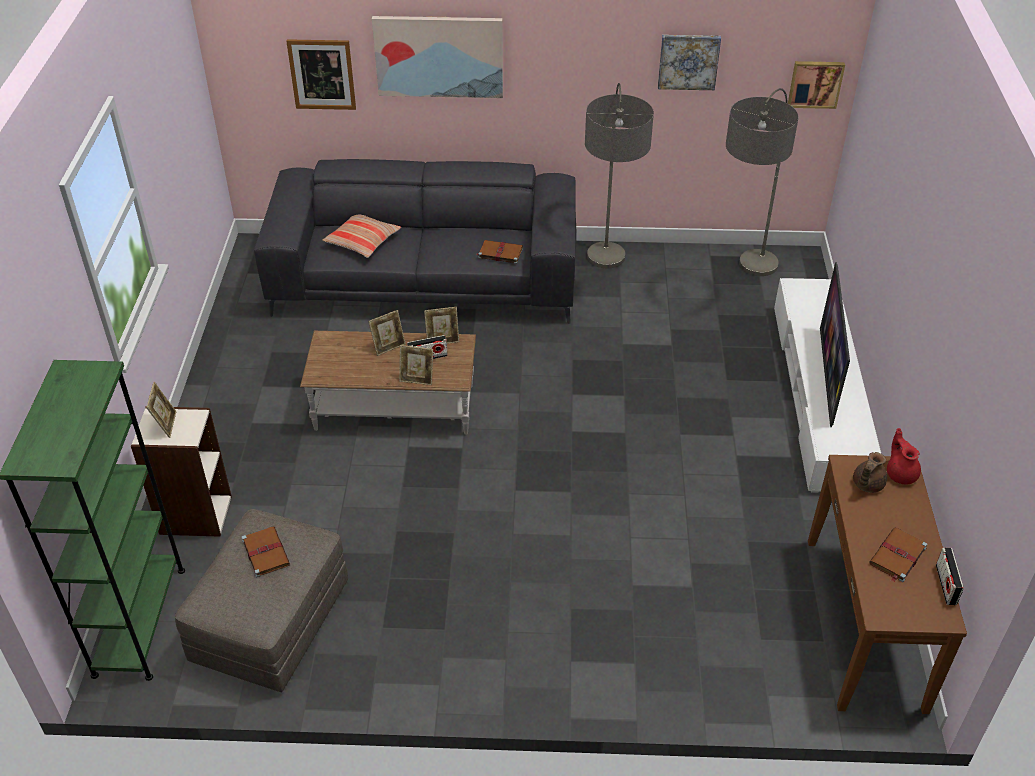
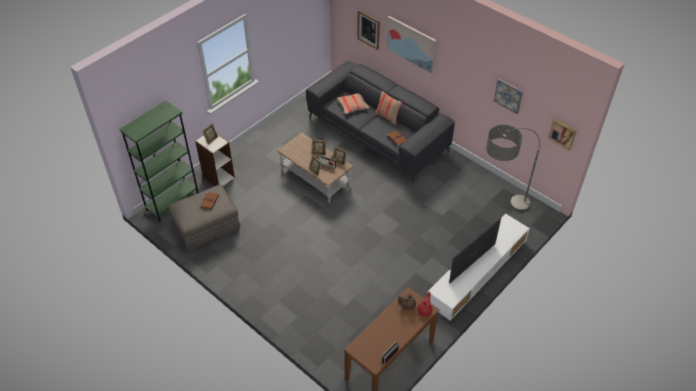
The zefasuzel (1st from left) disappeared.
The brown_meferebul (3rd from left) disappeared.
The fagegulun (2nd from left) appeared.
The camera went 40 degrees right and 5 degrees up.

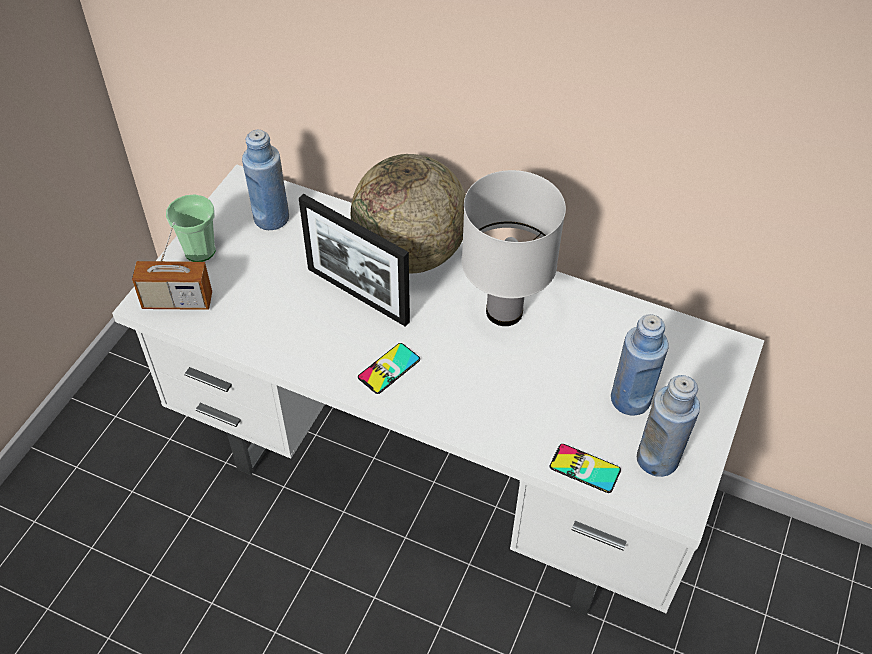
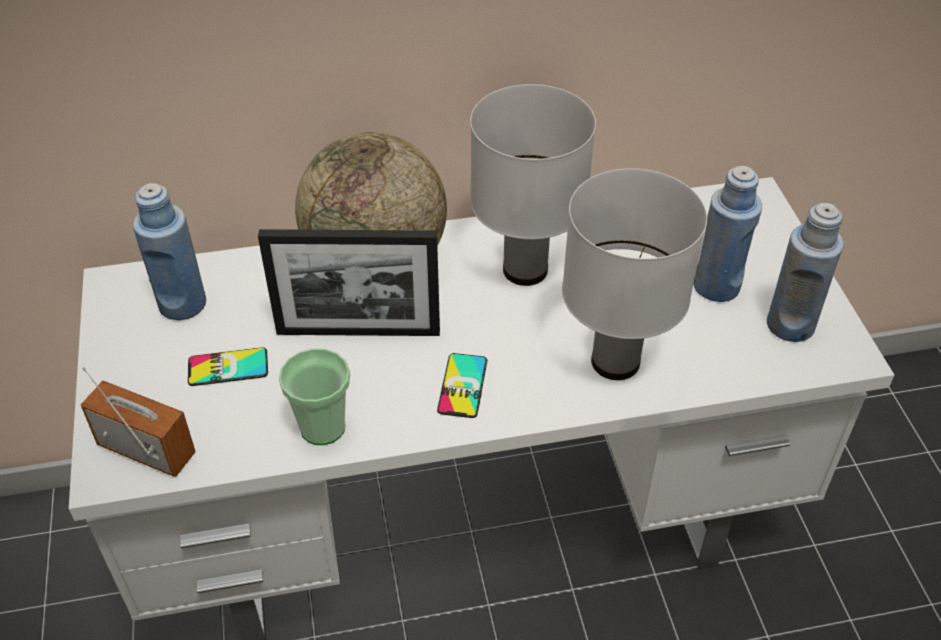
The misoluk turned 120 degrees counterclockwise.
The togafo moved.
The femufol (2nd from left in the first image) moved.
The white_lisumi (2nd from left) appeared.
The camera went 35 degrees left and 5 degrees down.

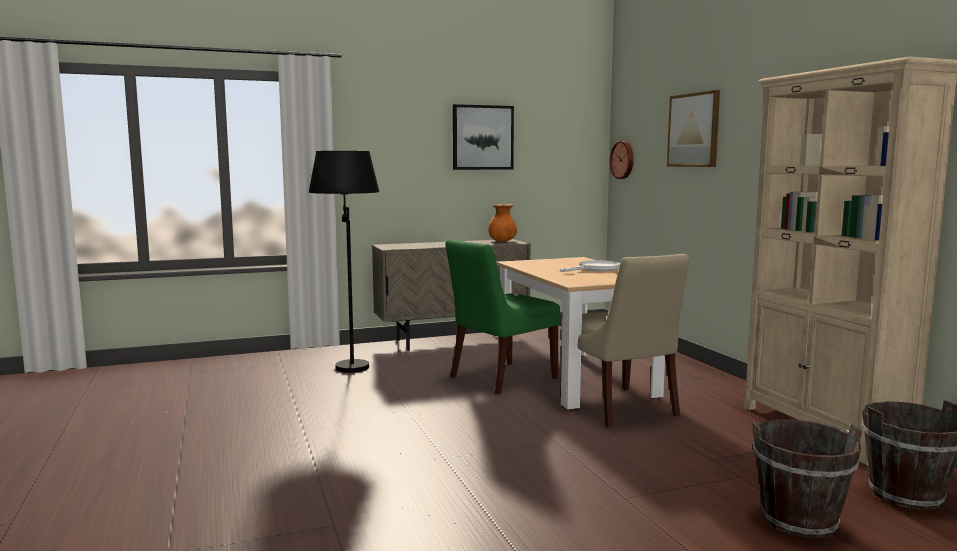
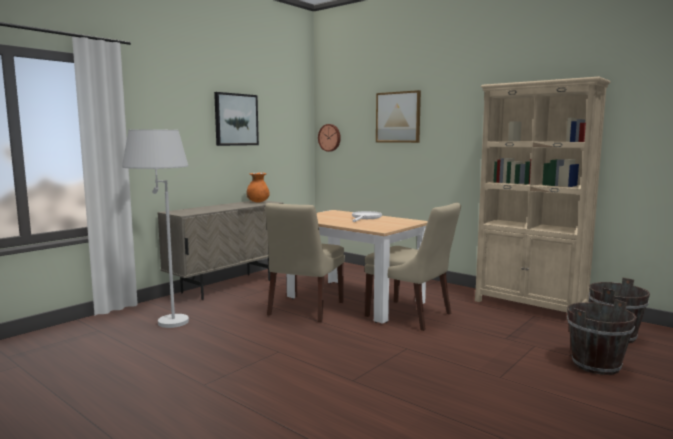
The black_zefasuzel became the white_zefasuzel.
The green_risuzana became the beige_risuzana (1st from left).
The camera went 30 degrees left and 0 degrees up.

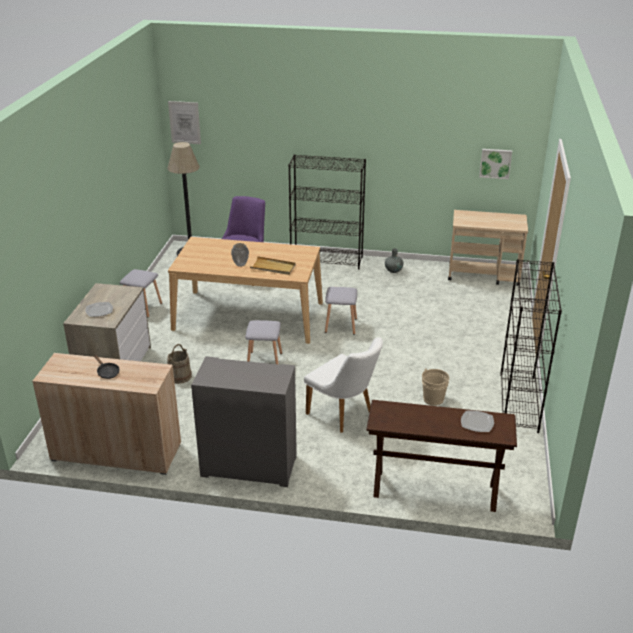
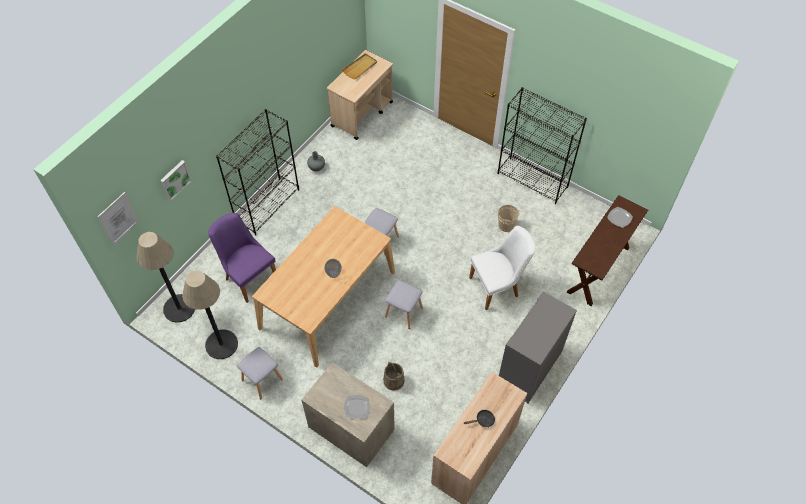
The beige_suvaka moved.
The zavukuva (2nd from left) moved.
The zefasuzel (2nd from left) appeared.
The camera went 65 degrees left and 25 degrees up.

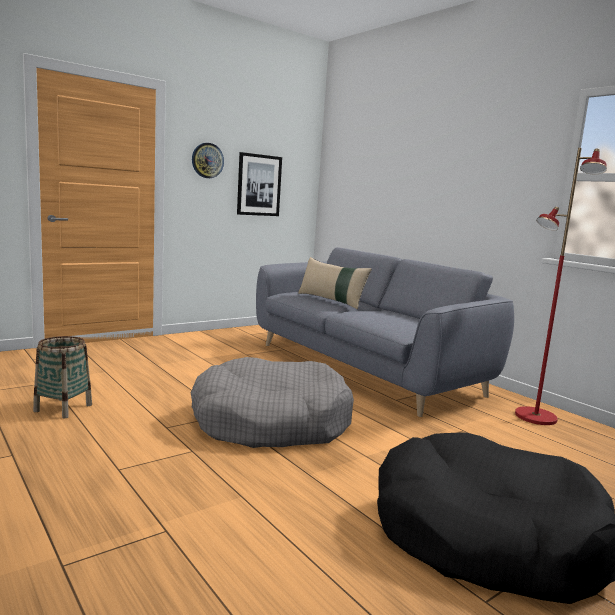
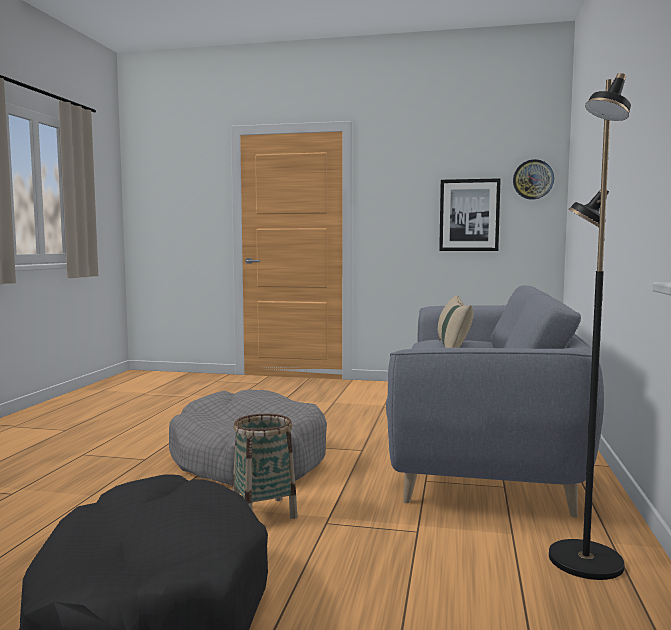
The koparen moved.
The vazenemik moved.
The red_zefasuzel became the black_zefasuzel.
The camera went 50 degrees right and 5 degrees down.

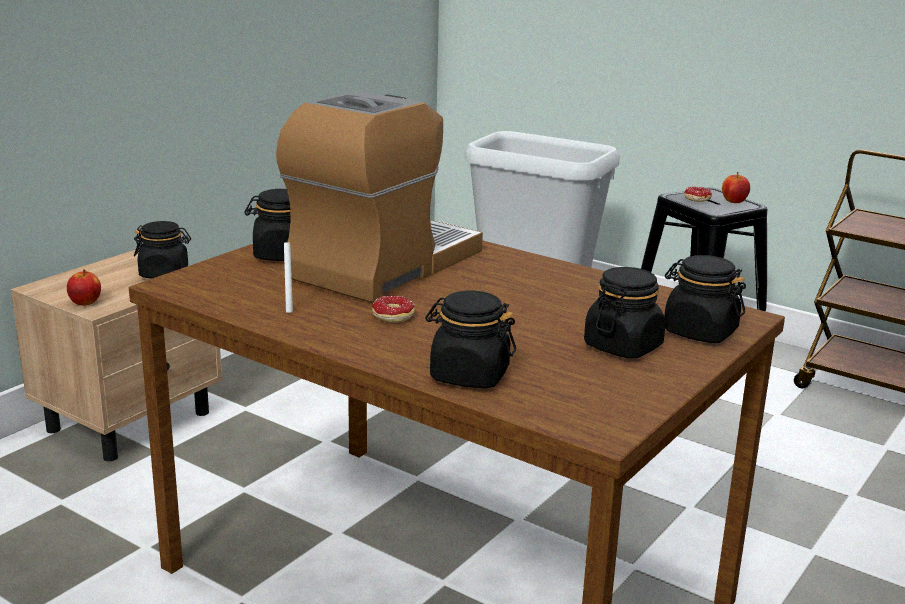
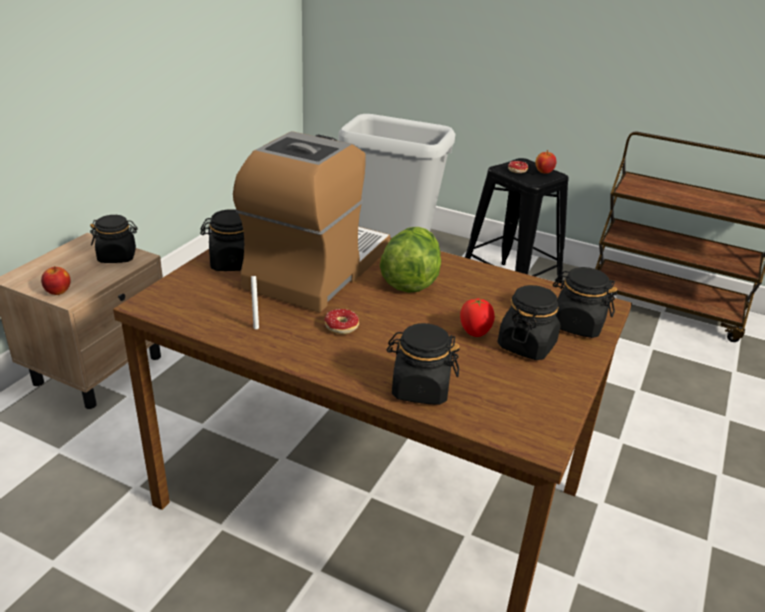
The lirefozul appeared.
The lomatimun appeared.
The camera went 10 degrees left and 10 degrees up.

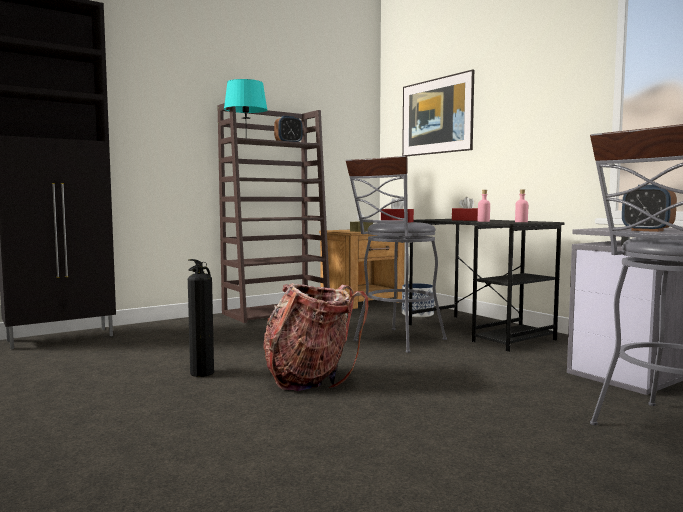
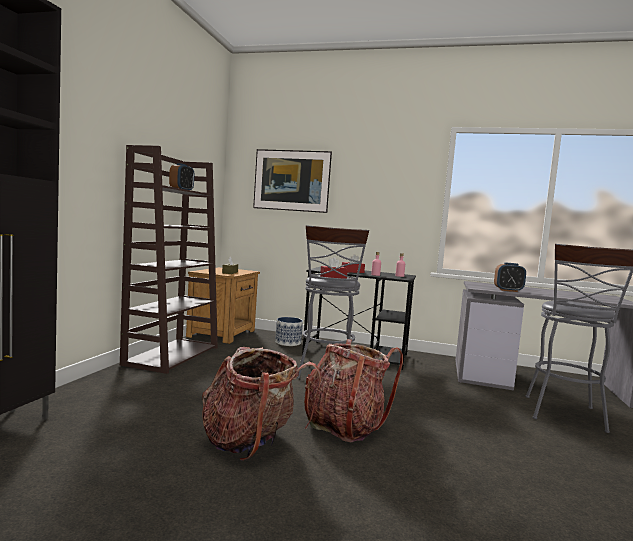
The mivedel was replaced by the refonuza (1st from left).
The turquoise_lisumi disappeared.
The camera went 40 degrees left and 0 degrees up.

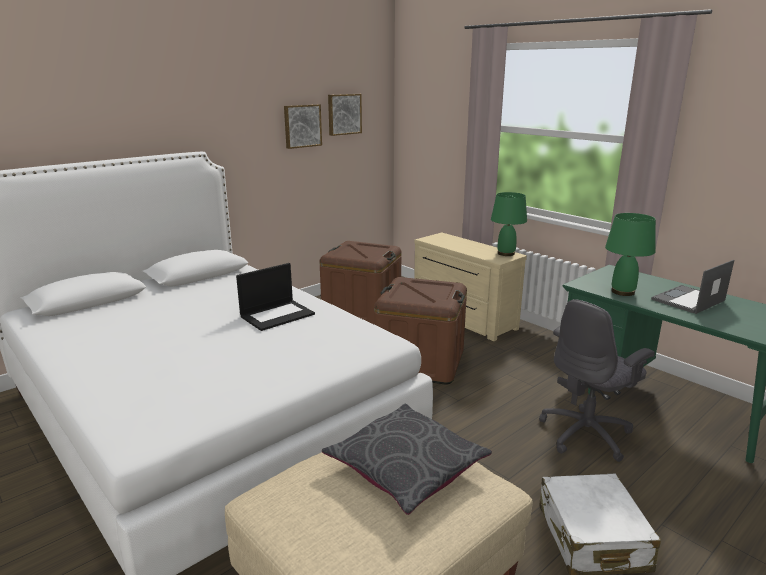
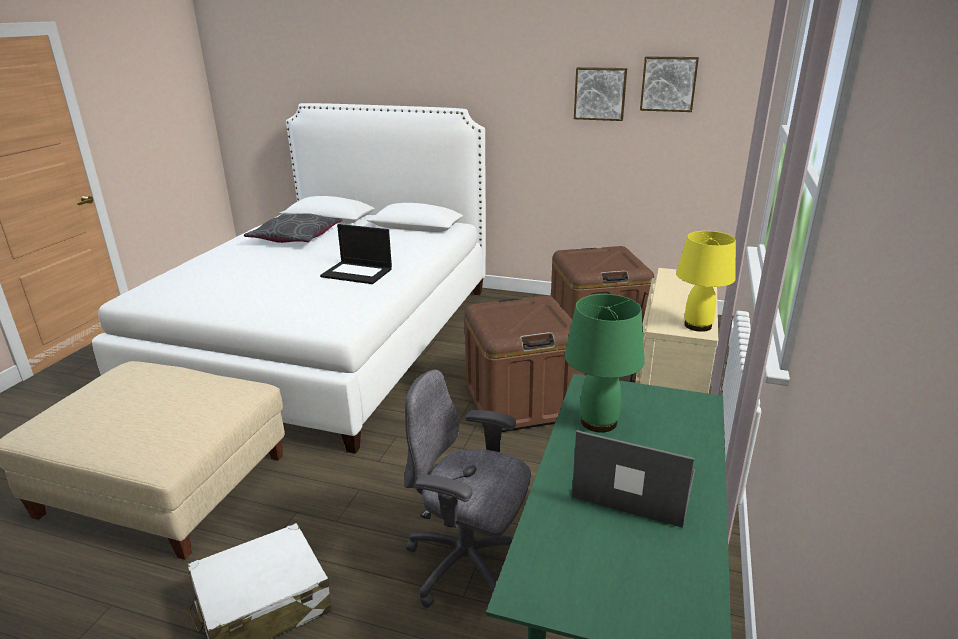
The grey_fagegulun moved.
The green_lisumi (1st from left) became the yellow_lisumi.
The camera went 60 degrees right and 5 degrees up.

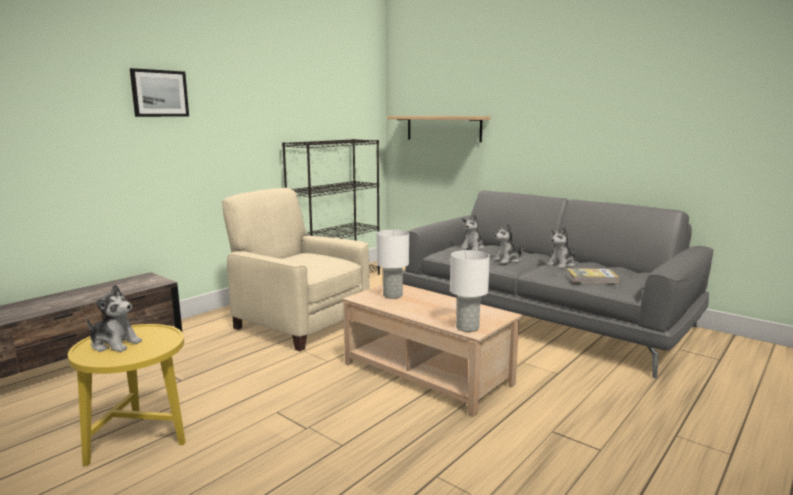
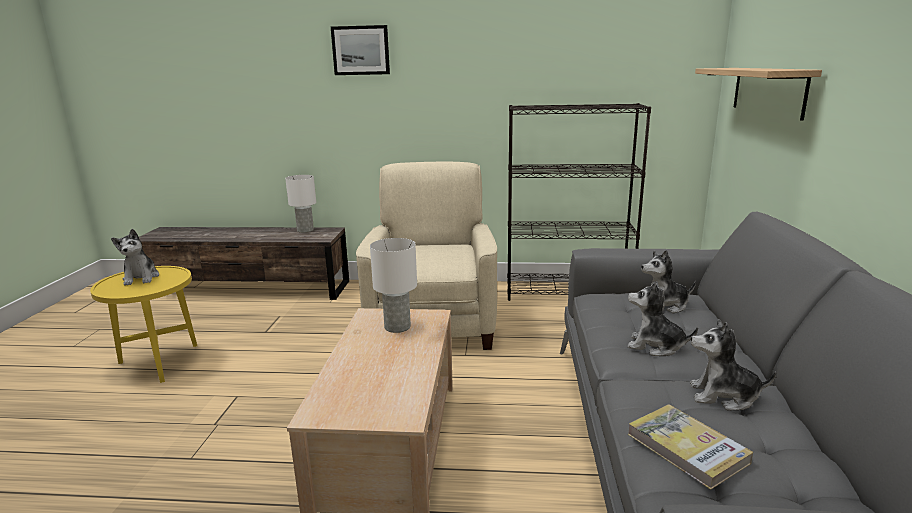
The white_lisumi (2nd from left in the first image) moved.
The camera went 55 degrees right and 5 degrees up.

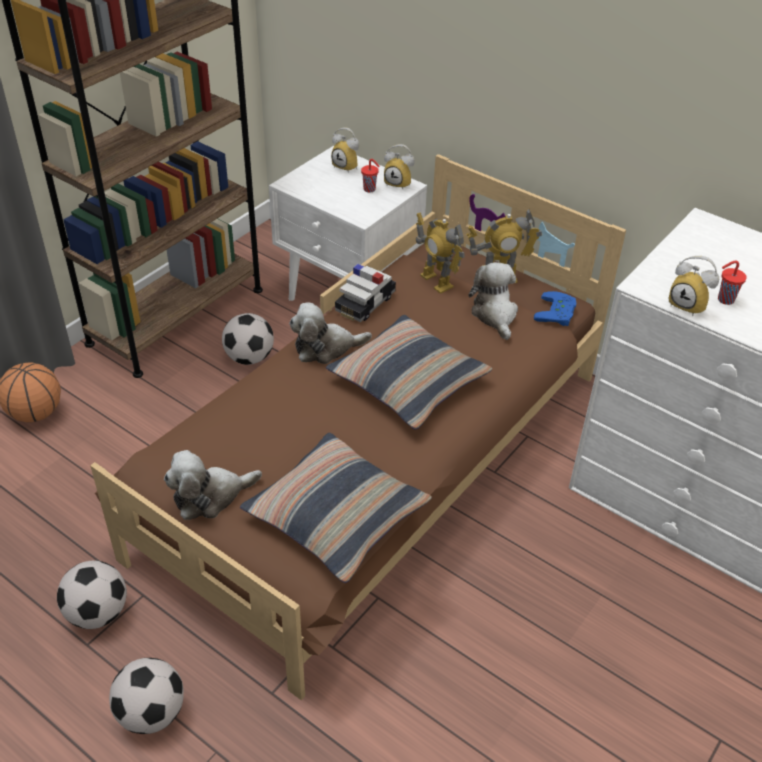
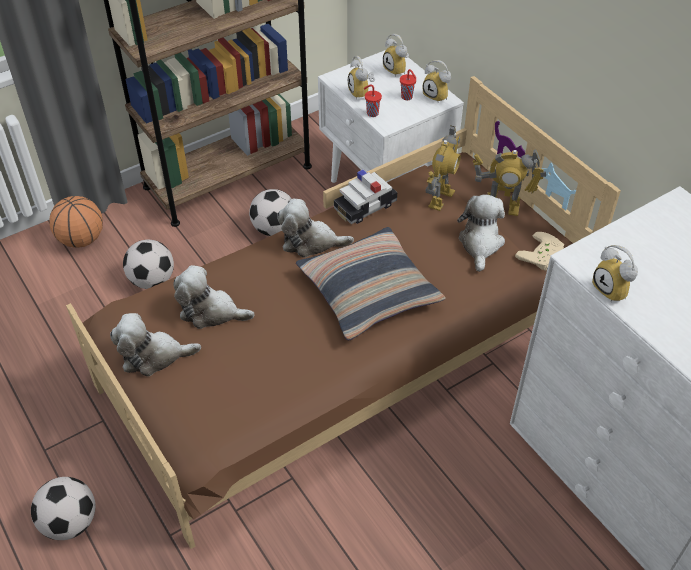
The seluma (1st from left in the first image) moved.
The fagegulun (1st from left) disappeared.
The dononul (1st from left) turned 135 degrees counterclockwise.
The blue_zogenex became the beige_zogenex.
The red_togafo (2nd from left in the first image) moved.
The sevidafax (2nd from left) appeared.
The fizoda (1st from left) appeared.
The camera went 20 degrees right and 5 degrees up.

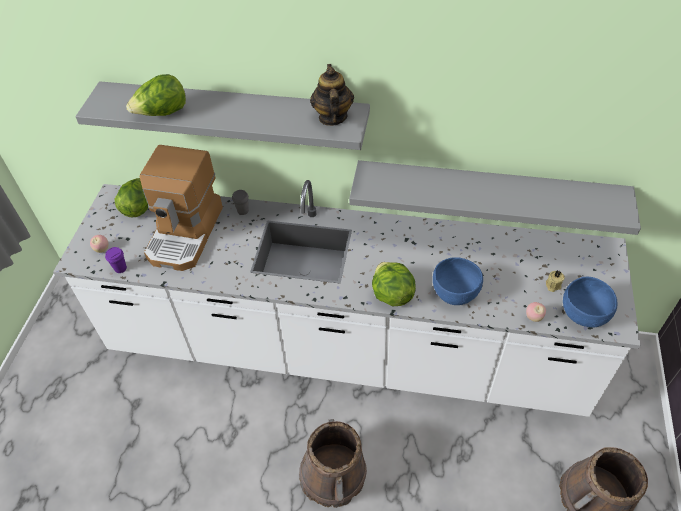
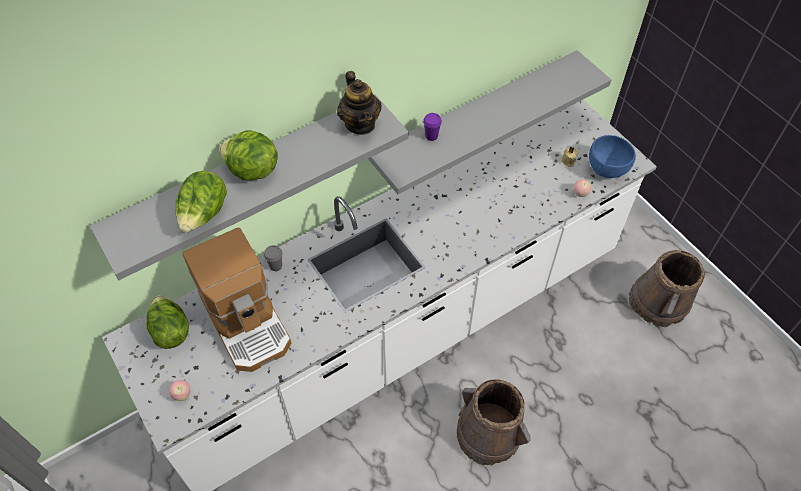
The purple_togafo moved.
The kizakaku turned 150 degrees counterclockwise.
The lirefozul (3rd from left) moved.
The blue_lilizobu (1st from left) disappeared.
The camera went 45 degrees left and 5 degrees up.

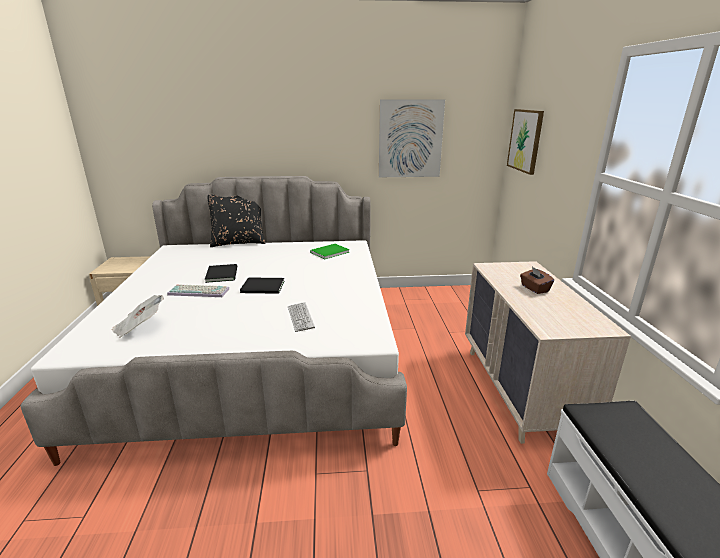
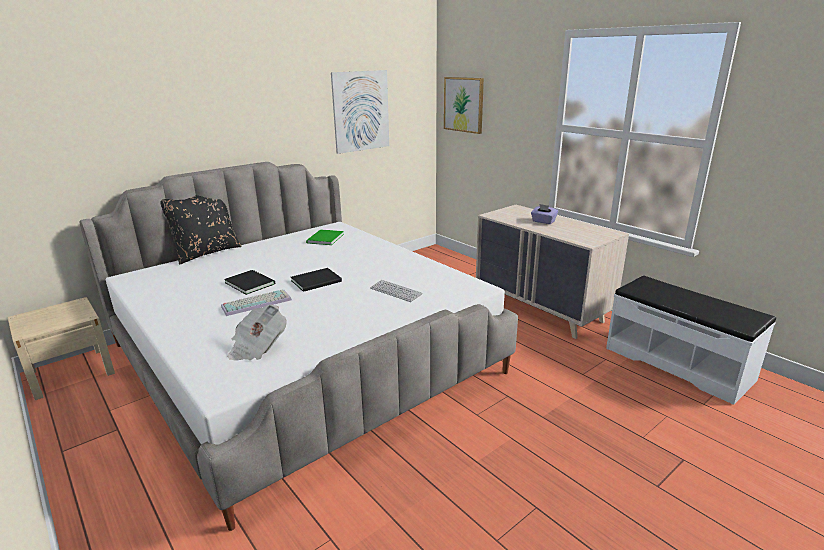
The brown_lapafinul became the purple_lapafinul.
The camera went 35 degrees left and 0 degrees up.

